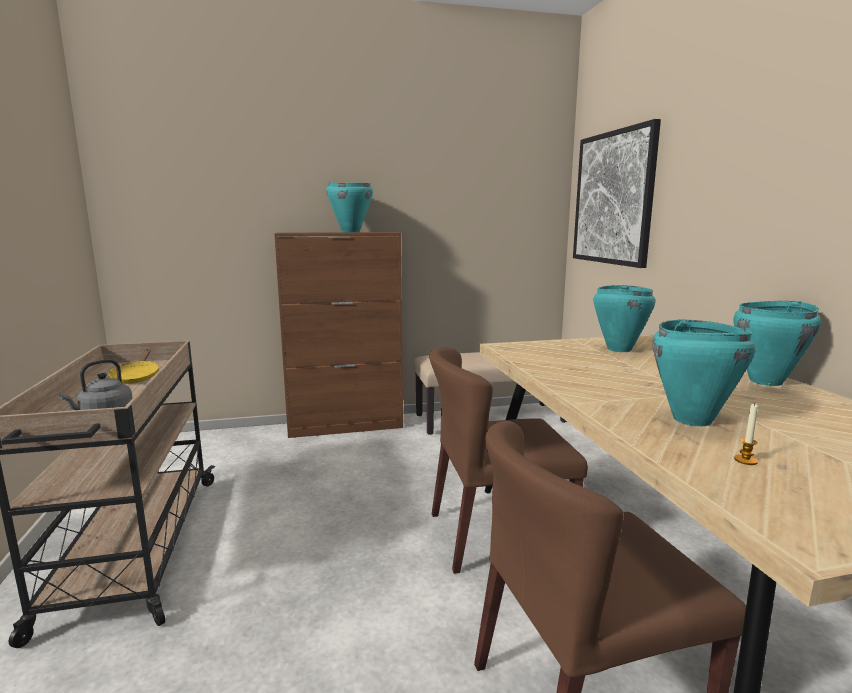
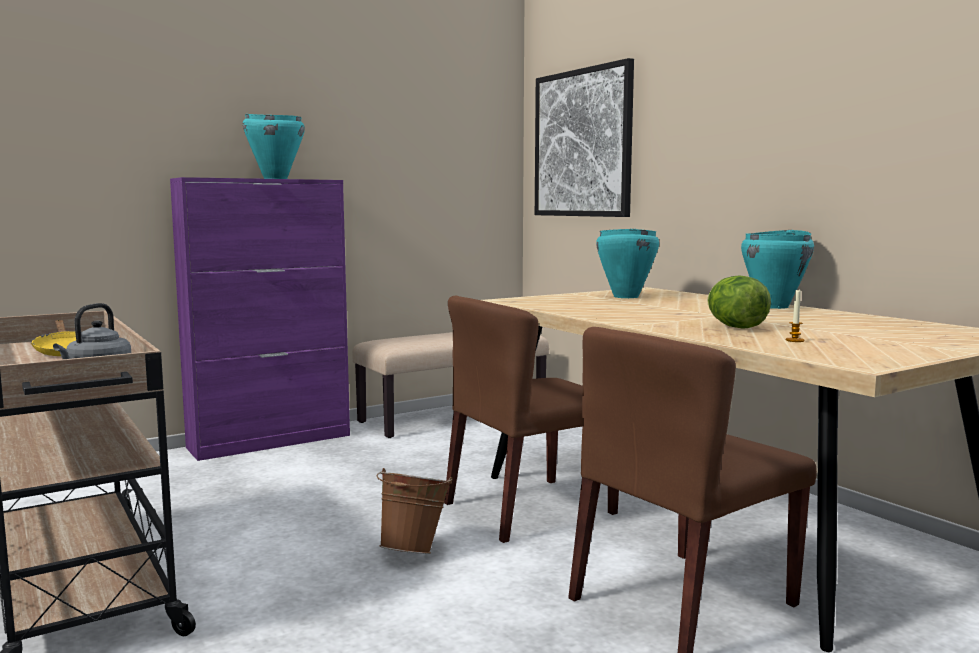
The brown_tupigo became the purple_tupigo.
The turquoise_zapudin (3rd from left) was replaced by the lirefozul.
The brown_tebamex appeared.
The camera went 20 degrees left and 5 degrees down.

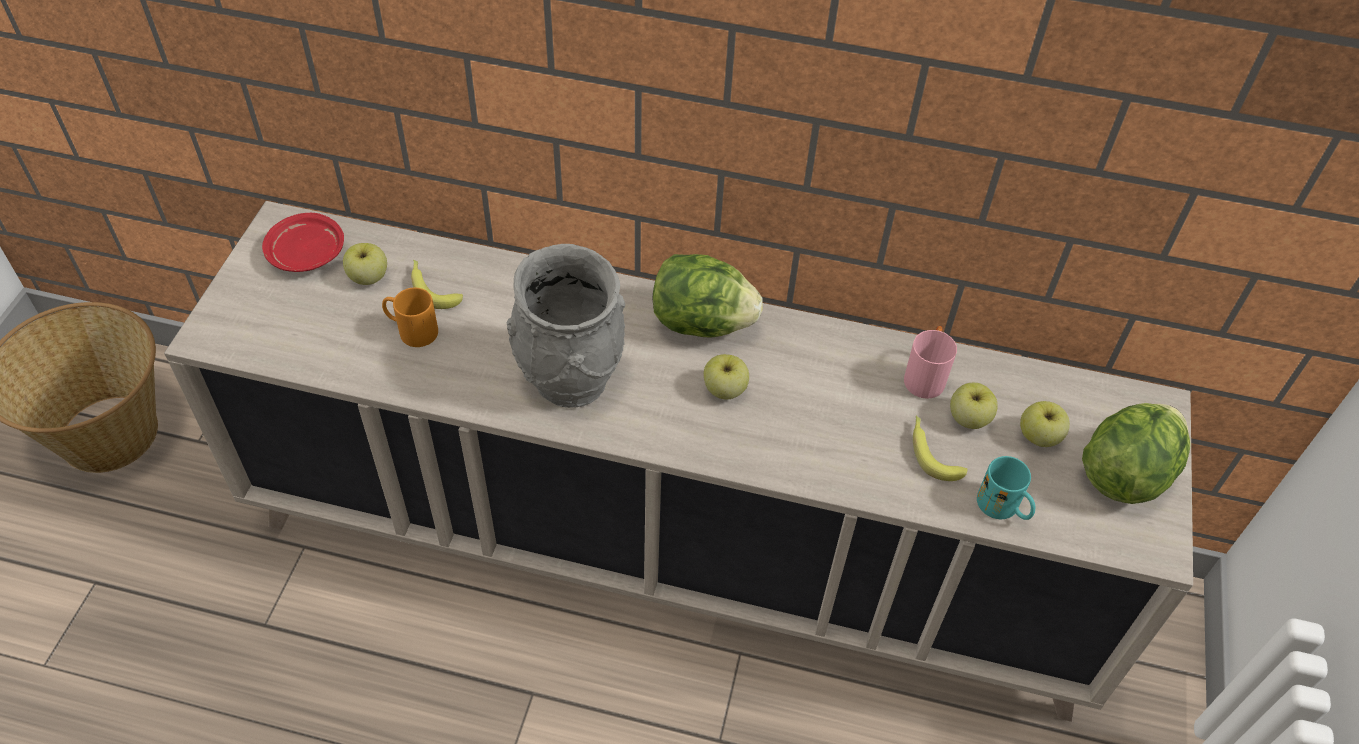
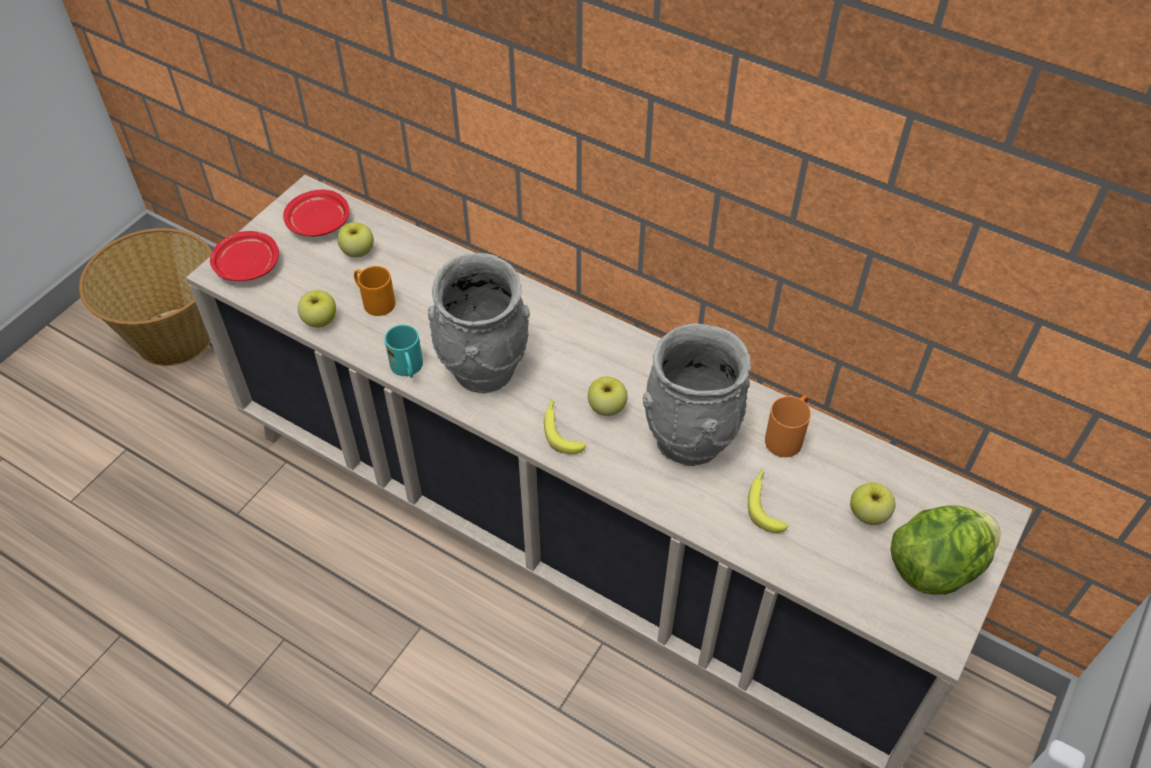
The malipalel (1st from left) moved.
The lirefozul (1st from left) disappeared.
The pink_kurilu became the orange_kurilu (2nd from left).
The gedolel (3rd from left in the first image) moved.
The turquoise_kurilu moved.
The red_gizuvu (1st from left) appeared.
The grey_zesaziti (2nd from left) appeared.
The camera went 20 degrees right and 0 degrees up.

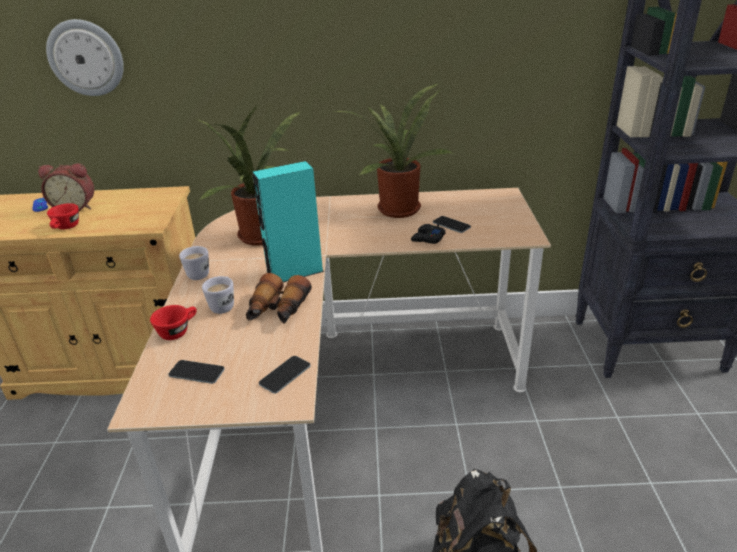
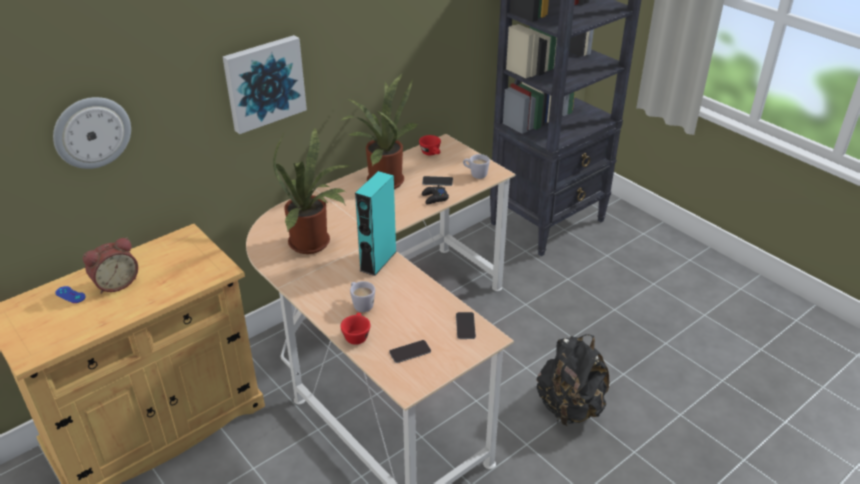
The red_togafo (1st from left in the first image) moved.
The white_kurilu (1st from left in the first image) moved.
The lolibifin disappeared.
The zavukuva appeared.
The camera went 40 degrees left and 5 degrees up.

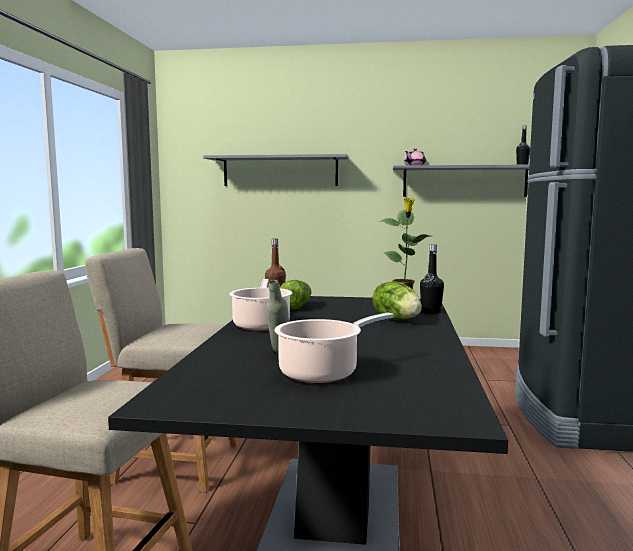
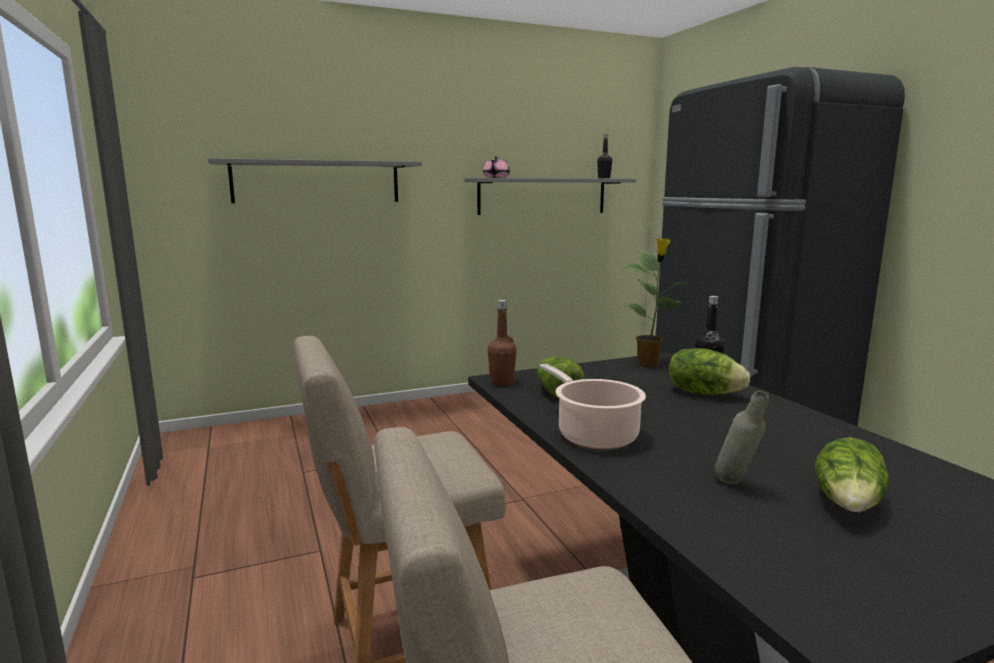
The zapudin (2nd from left) was replaced by the lirefozul (3rd from left).
The camera went 30 degrees left and 5 degrees up.

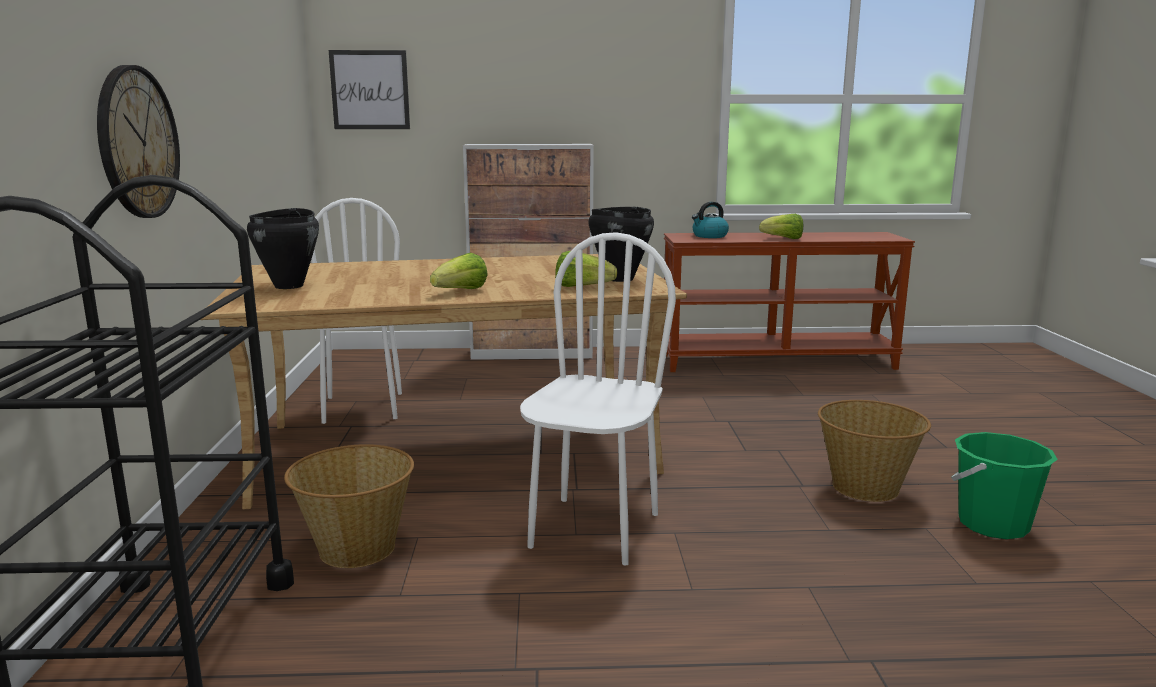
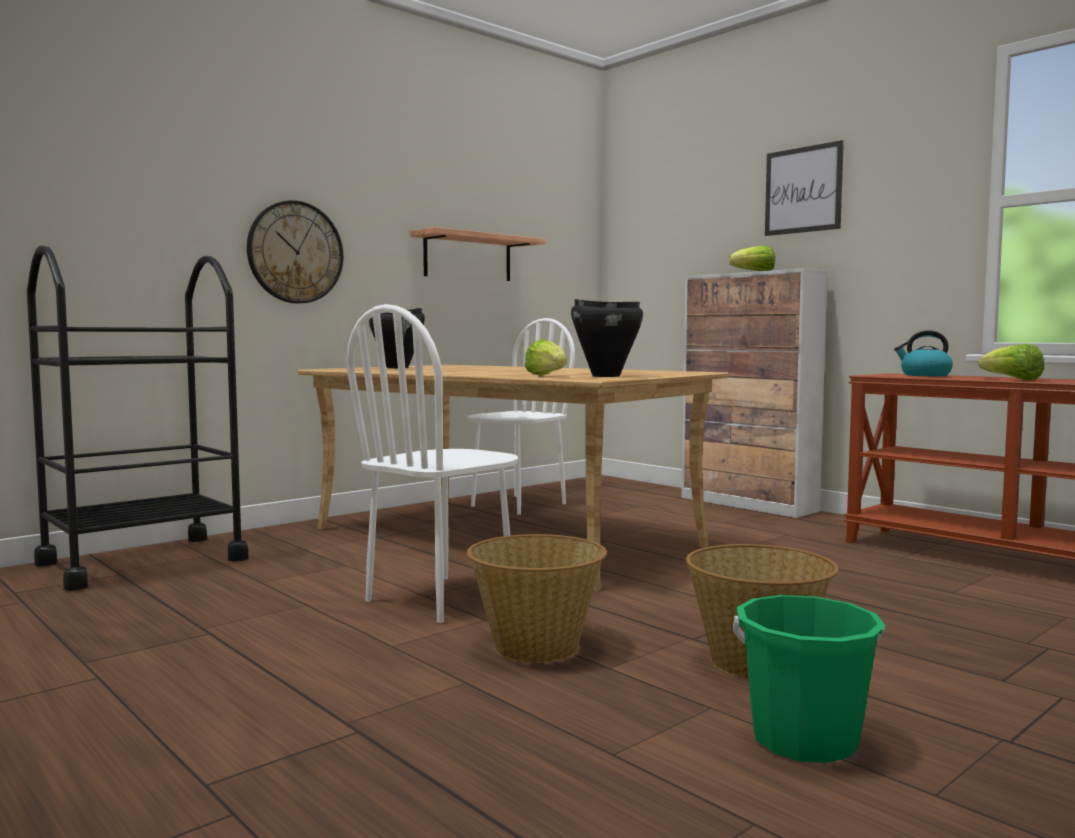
The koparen (1st from left) moved.
The zavukuva moved.
The lirefozul (1st from left in the first image) moved.
The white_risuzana (2nd from left in the first image) turned 150 degrees clockwise.
The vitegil appeared.
The camera went 50 degrees right and 10 degrees down.

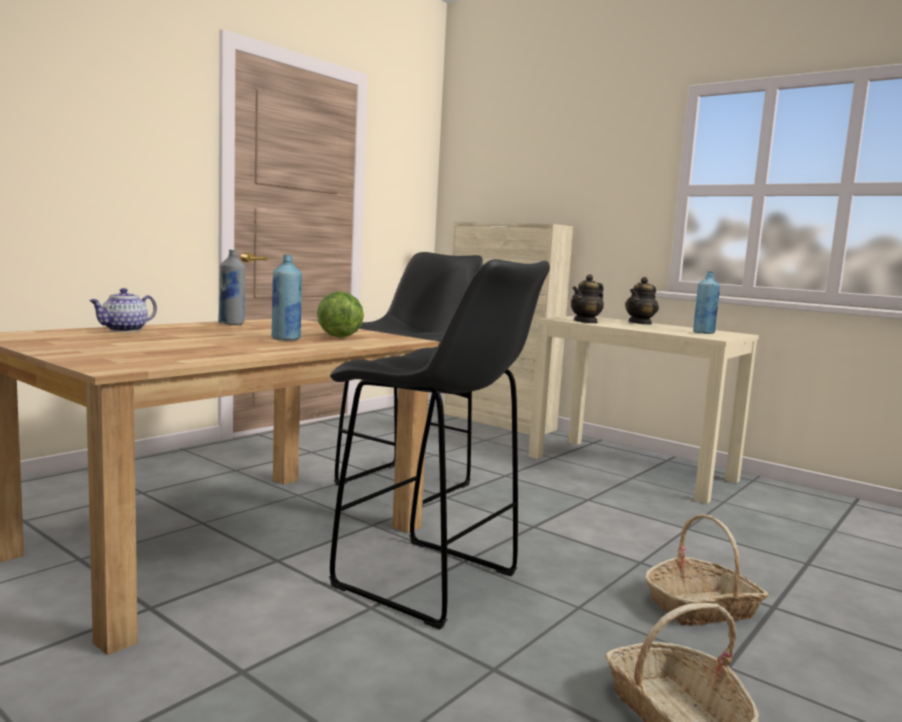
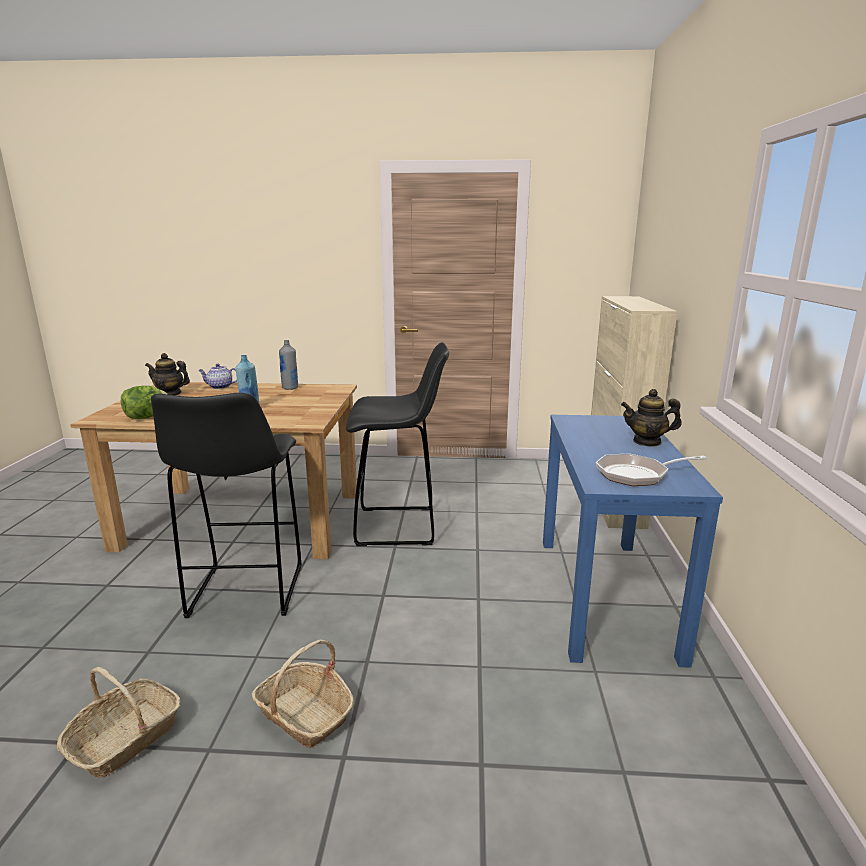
The lirefozul moved.
The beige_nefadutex became the blue_nefadutex.
The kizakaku (2nd from left in the first image) moved.
The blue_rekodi (2nd from left) was replaced by the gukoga.
The camera went 55 degrees right and 10 degrees up.

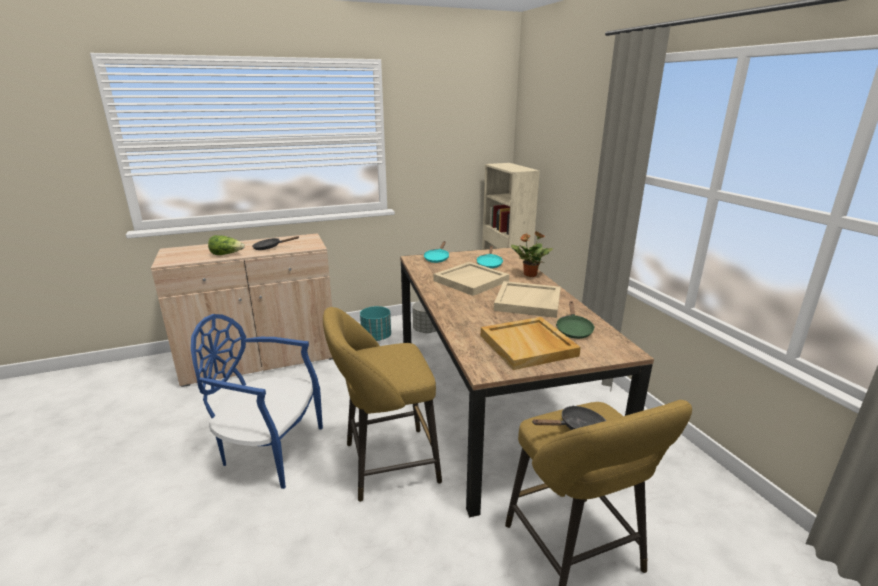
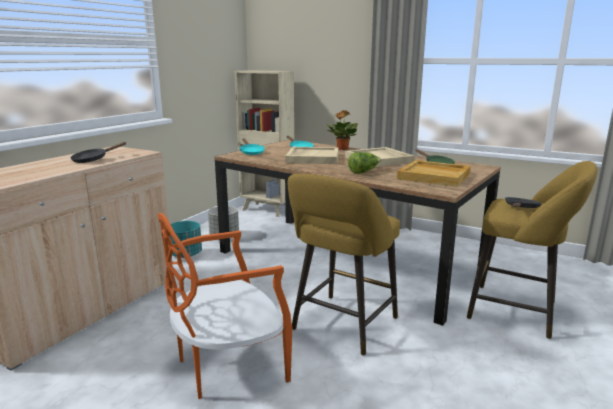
The blue_risuzana became the orange_risuzana.
The lirefozul moved.
The camera went 40 degrees left and 5 degrees down.

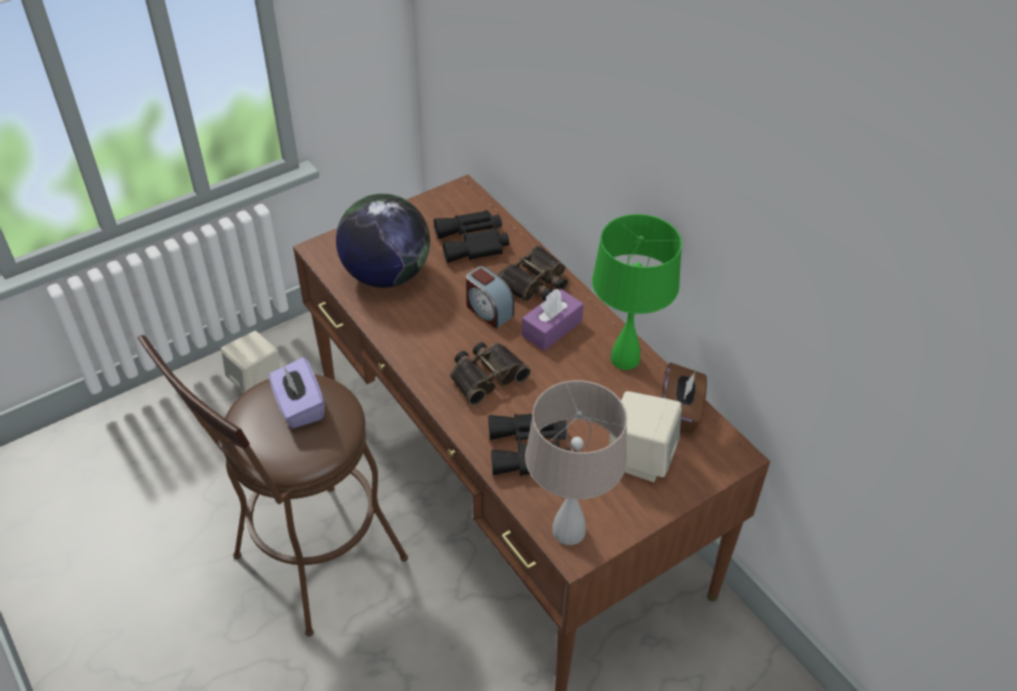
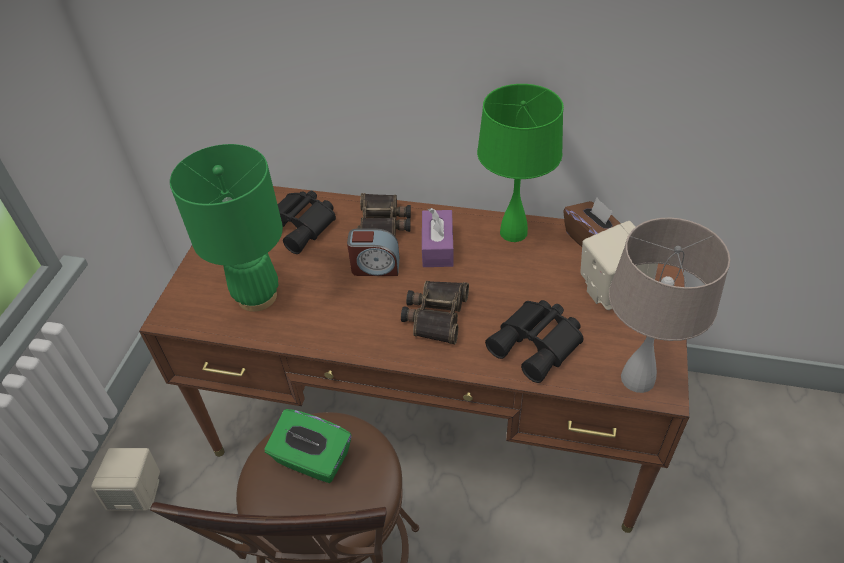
The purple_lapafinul (1st from left) became the green_lapafinul.
The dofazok was replaced by the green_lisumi (1st from left).
The camera went 40 degrees left and 0 degrees up.

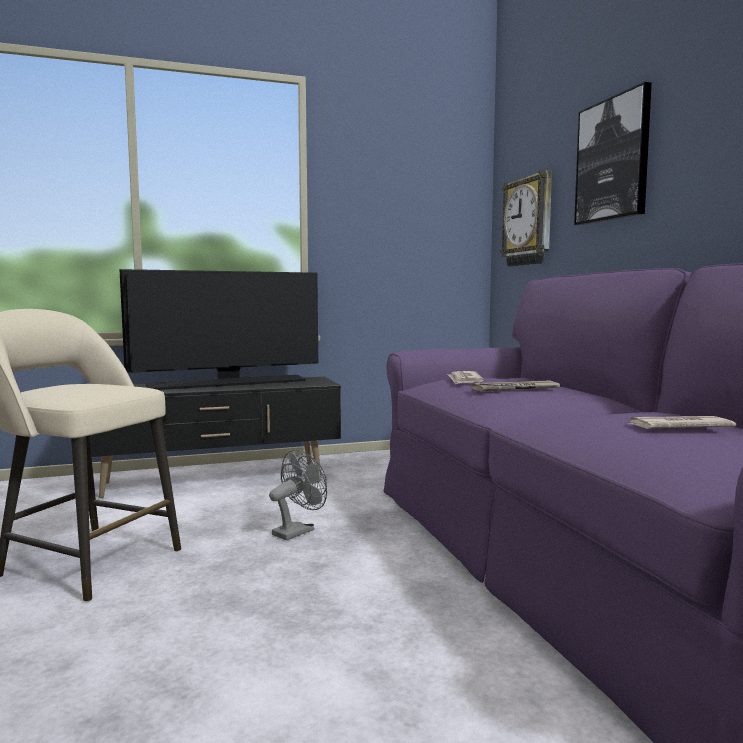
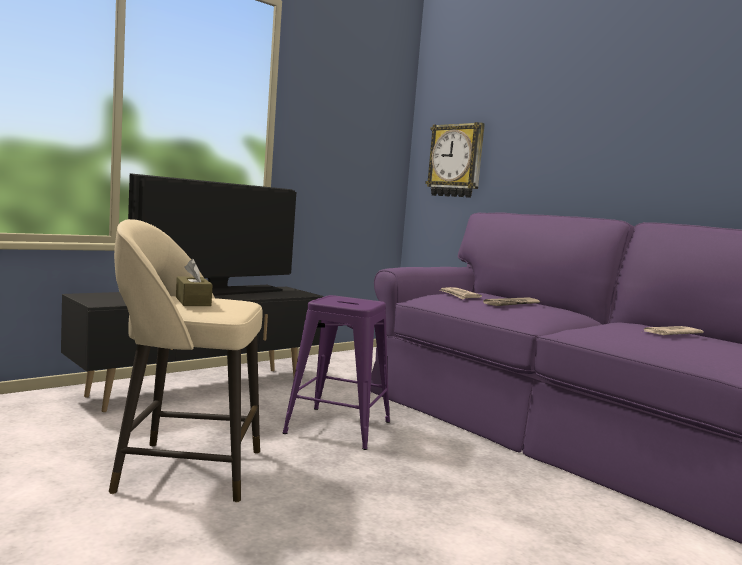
The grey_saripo was replaced by the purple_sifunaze.
The zavukuva disappeared.
The brown_lapafinul appeared.
The camera went 25 degrees left and 0 degrees up.

